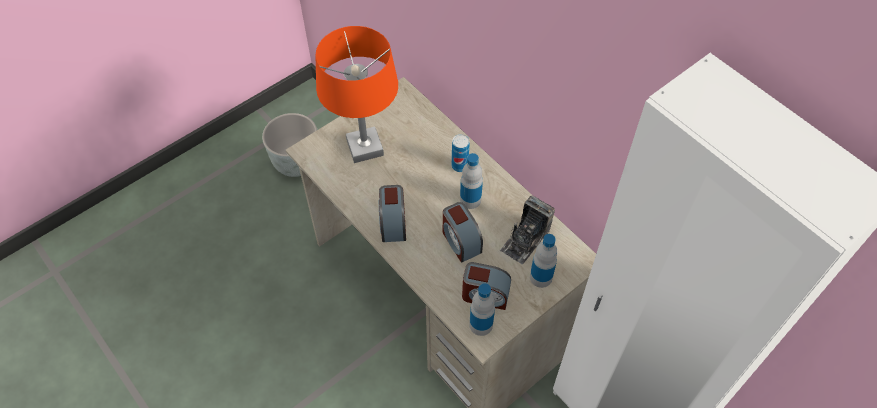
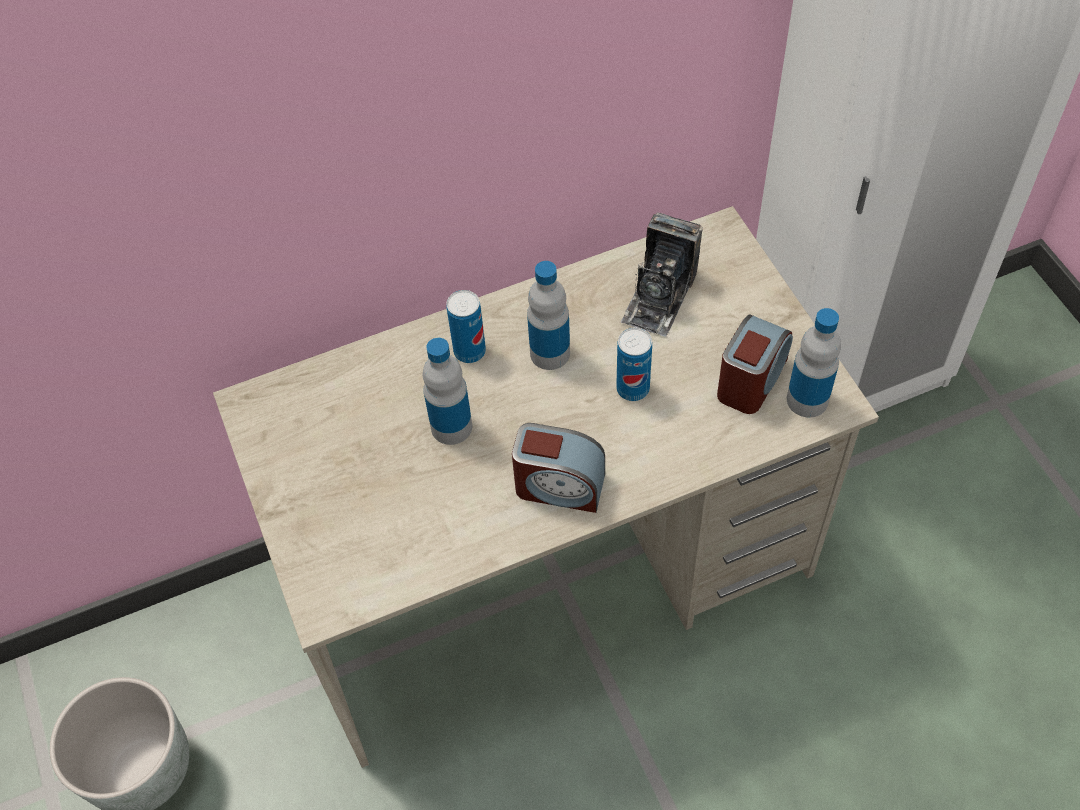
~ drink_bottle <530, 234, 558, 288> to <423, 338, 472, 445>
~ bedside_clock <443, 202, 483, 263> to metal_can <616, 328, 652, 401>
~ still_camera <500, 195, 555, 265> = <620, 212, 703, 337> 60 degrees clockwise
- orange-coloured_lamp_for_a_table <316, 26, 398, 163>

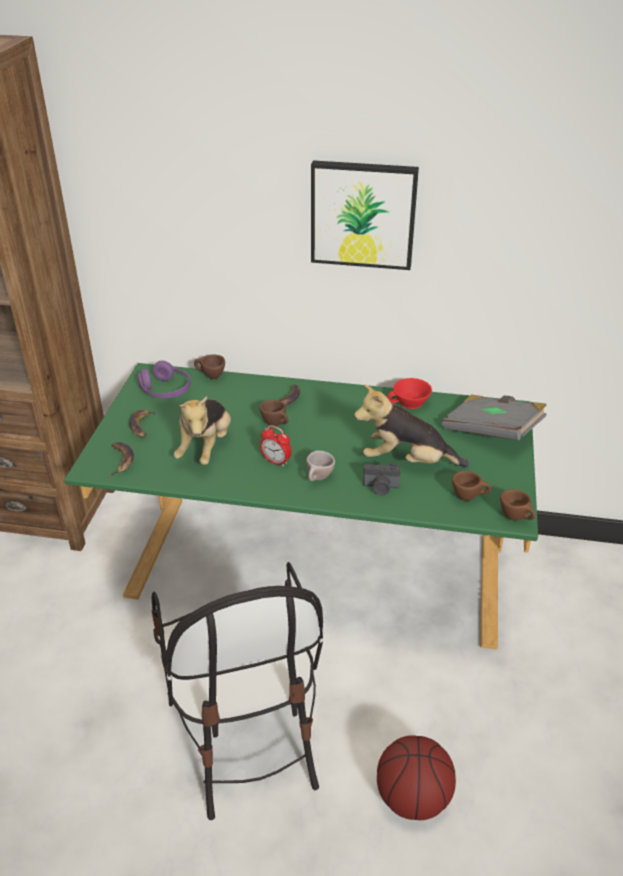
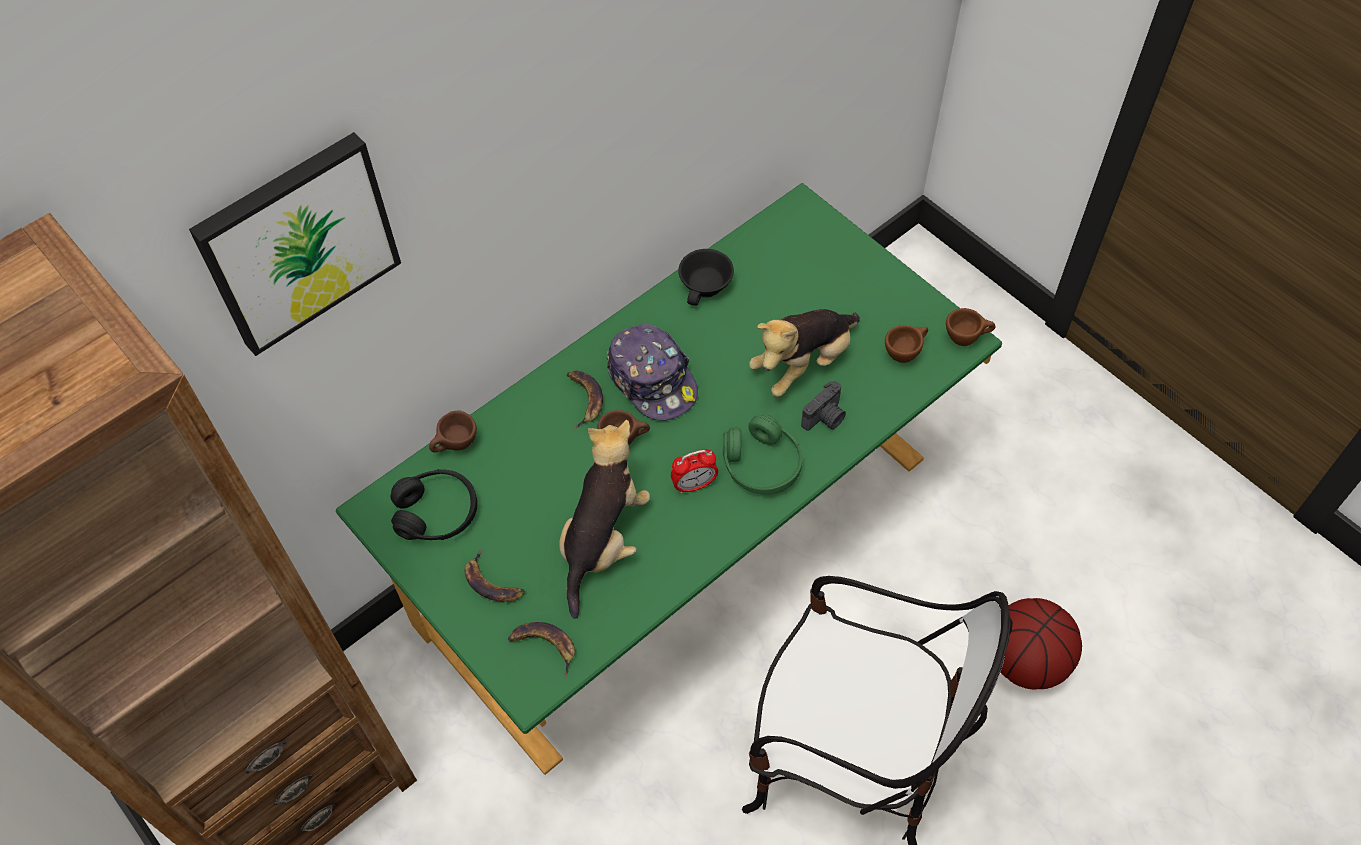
~ picture <311, 160, 419, 270> to <189, 132, 401, 356>
~ purple-coloured_headphones <138, 361, 190, 398> to black-coloured_headphones <390, 469, 477, 540>
~ plush_toy <174, 396, 231, 465> = <559, 420, 650, 619> 120 degrees counterclockwise
+ peaked_cap <606, 324, 698, 421>
~ reddish_small_cup <387, 378, 432, 409> to black-coloured_small_cup <678, 249, 734, 306>
~ beige_small_cup <306, 451, 335, 481> to greenish_headphones <723, 415, 803, 495>
- greyish_volume <442, 394, 547, 440>

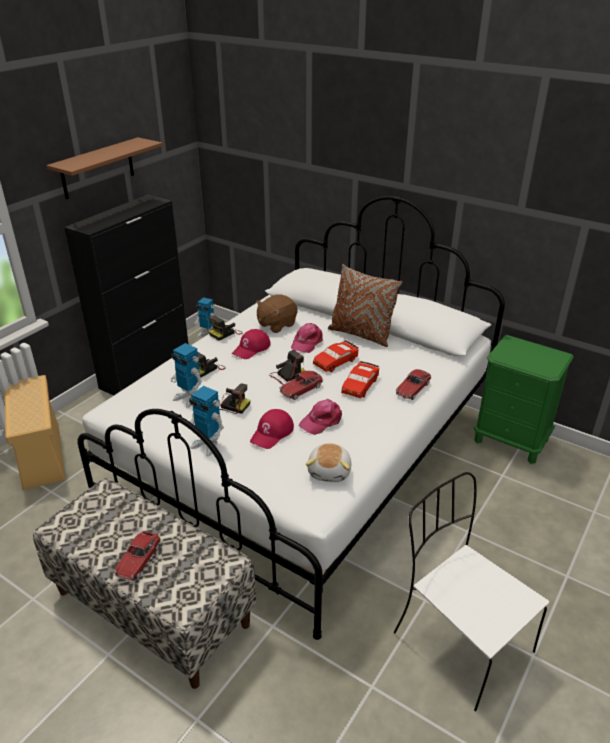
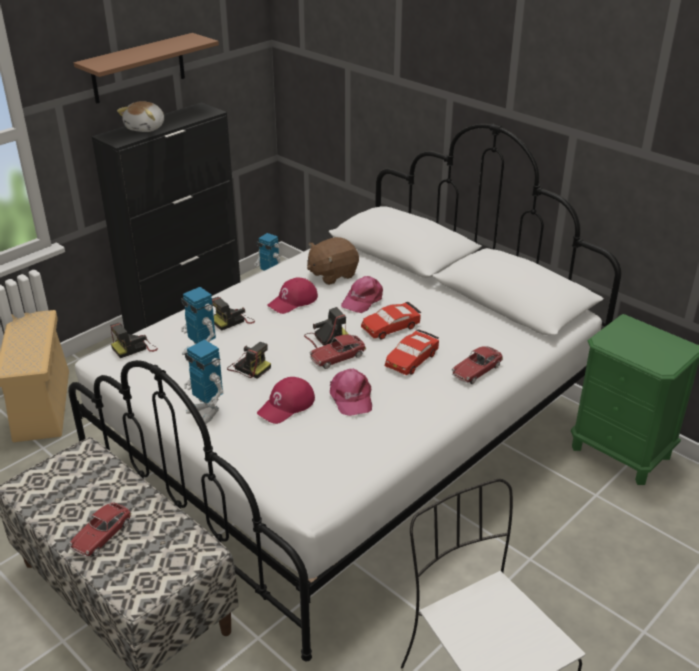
~ still_camera <209, 315, 243, 340> to <110, 323, 158, 358>
~ plush_toy <306, 443, 352, 482> to <117, 101, 164, 132>
~ pink_peaked_cap <299, 399, 342, 435> = <330, 369, 372, 416> 75 degrees counterclockwise
- brown_pillow <328, 264, 402, 347>

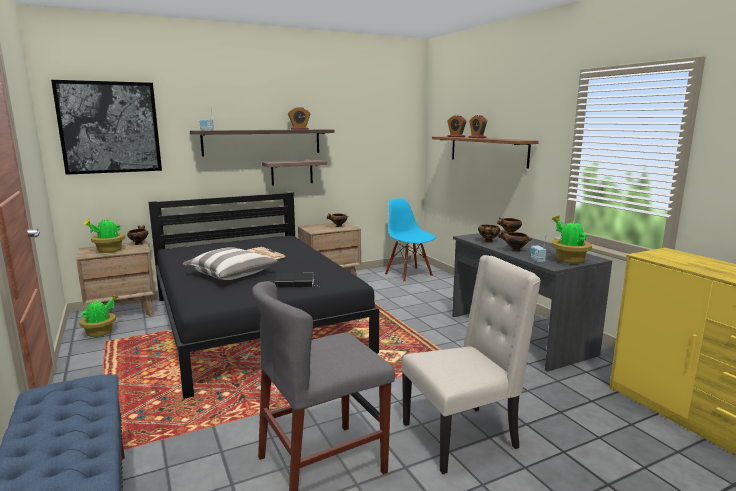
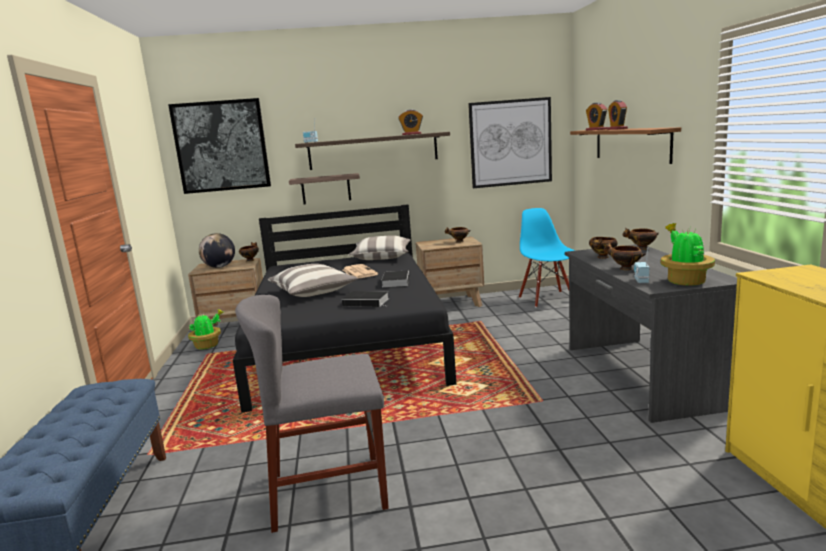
~ plant_in_a_pot <83, 218, 125, 253> to globe <199, 233, 235, 268>
~ shelf <262, 160, 327, 186> to <289, 173, 360, 204>
+ pillow <348, 235, 410, 260>
+ volume <381, 270, 410, 287>
+ picture <468, 97, 552, 188>
- beige_chair <401, 255, 541, 474>

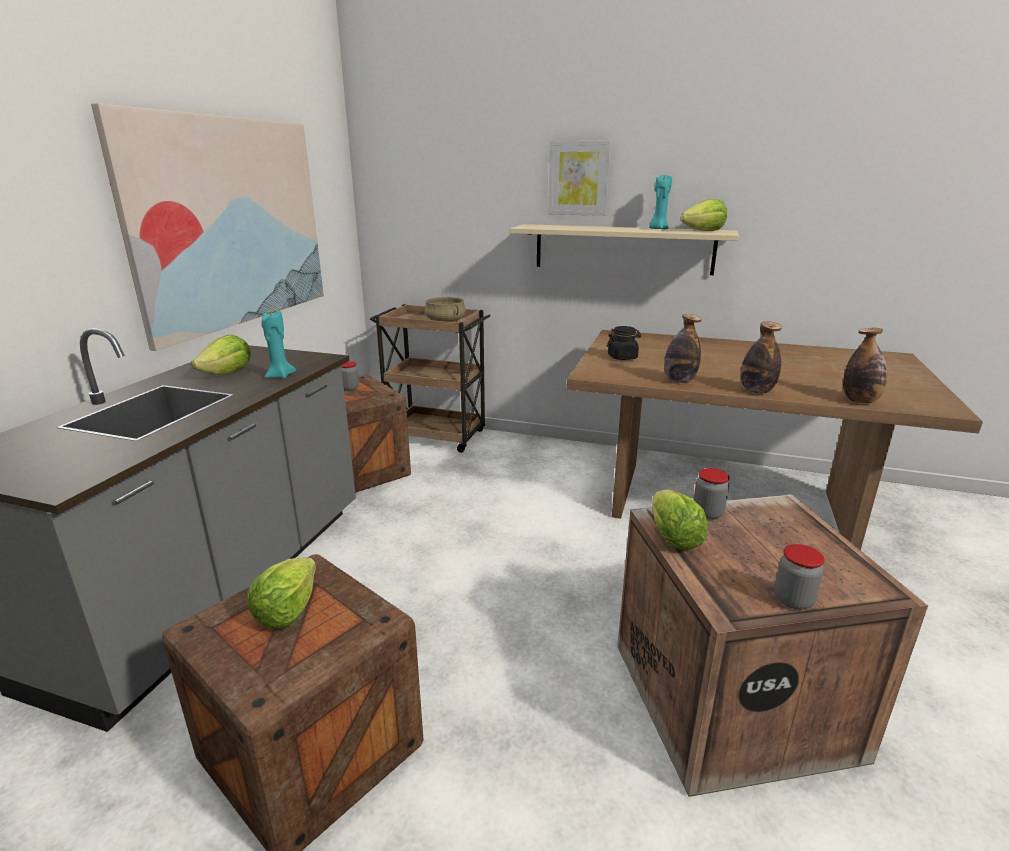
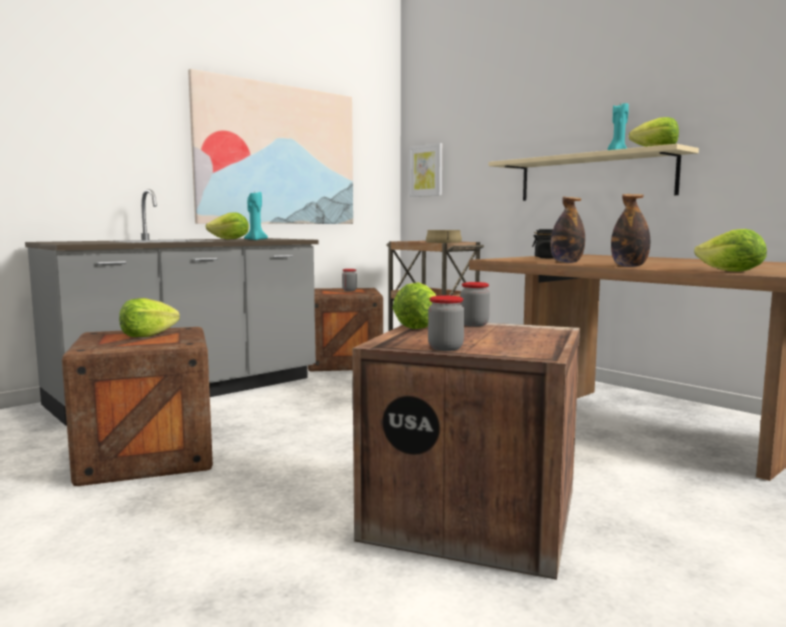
~ picture <548, 140, 611, 216> to <409, 143, 442, 197>
~ drink_bottle <843, 328, 887, 403> to lettuce_head <694, 229, 767, 271>

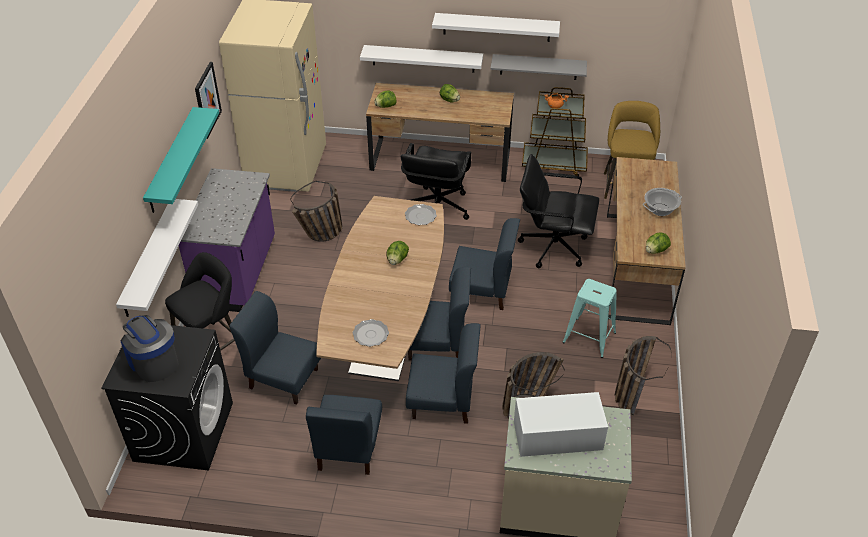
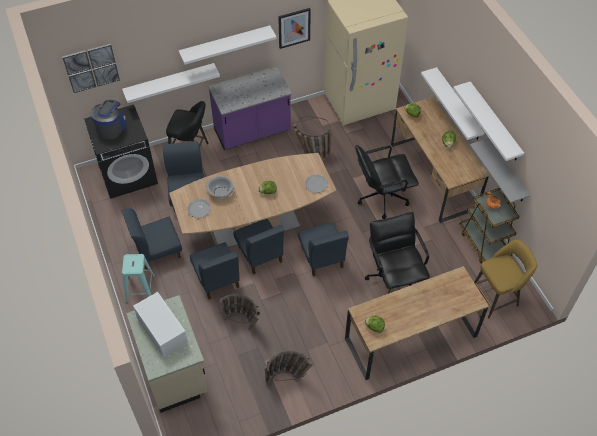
+ picture <62, 44, 120, 93>
~ blue-green_sitting_stool <562, 279, 617, 358> to <122, 254, 156, 303>
~ blue-green_shelf <143, 107, 219, 213> to white_shelf <179, 25, 277, 65>
~ saucepot <643, 188, 682, 216> to <205, 176, 235, 198>

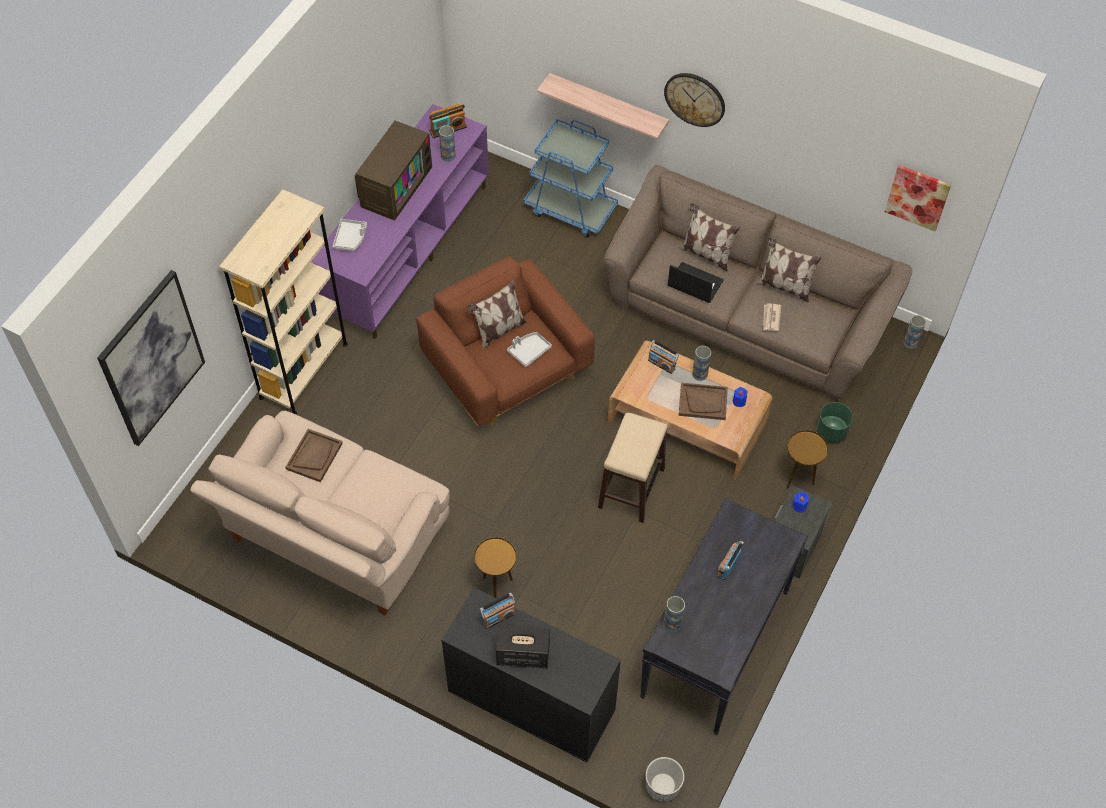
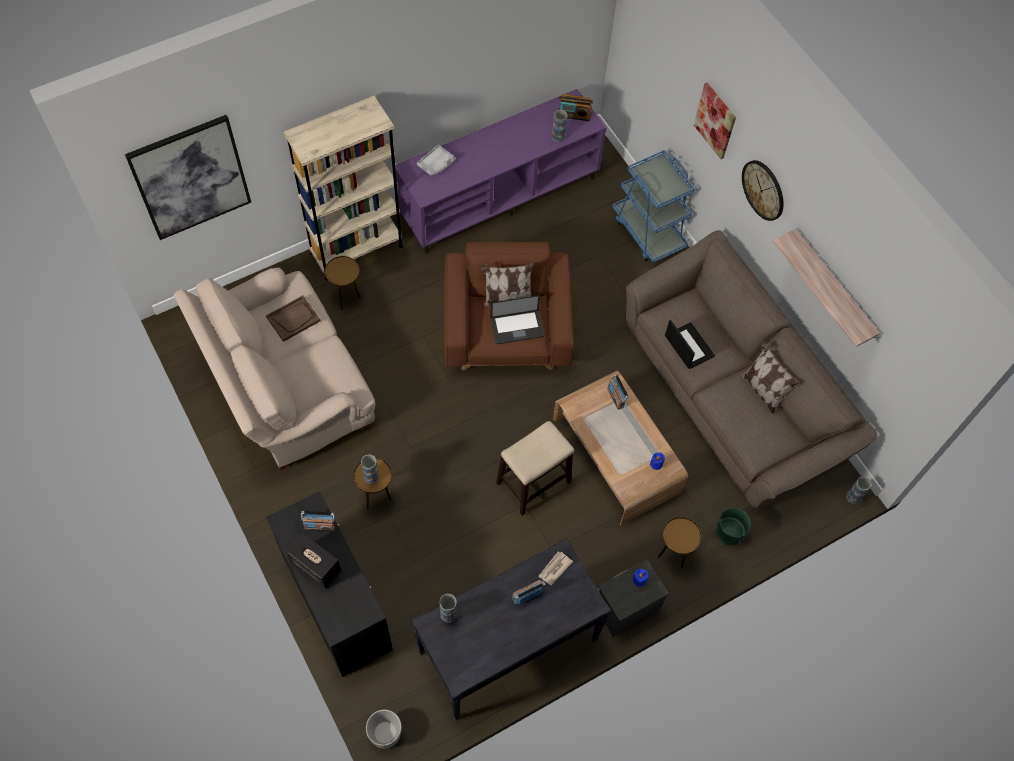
+ brown_end_table <325, 256, 361, 311>
~ decorative_vase <692, 346, 711, 381> to <361, 454, 379, 484>
~ greyish_serving_tray <507, 332, 552, 367> to portable_computer <490, 295, 544, 344>
~ printed_paper <763, 303, 781, 331> to <538, 552, 573, 585>
~ picture <885, 165, 951, 231> to <694, 83, 736, 159>
~ shelf <537, 73, 669, 139> to <773, 229, 880, 347>
- TV <355, 121, 432, 221>
- pillow <679, 203, 740, 272>
- brown_serving_tray <679, 382, 728, 420>

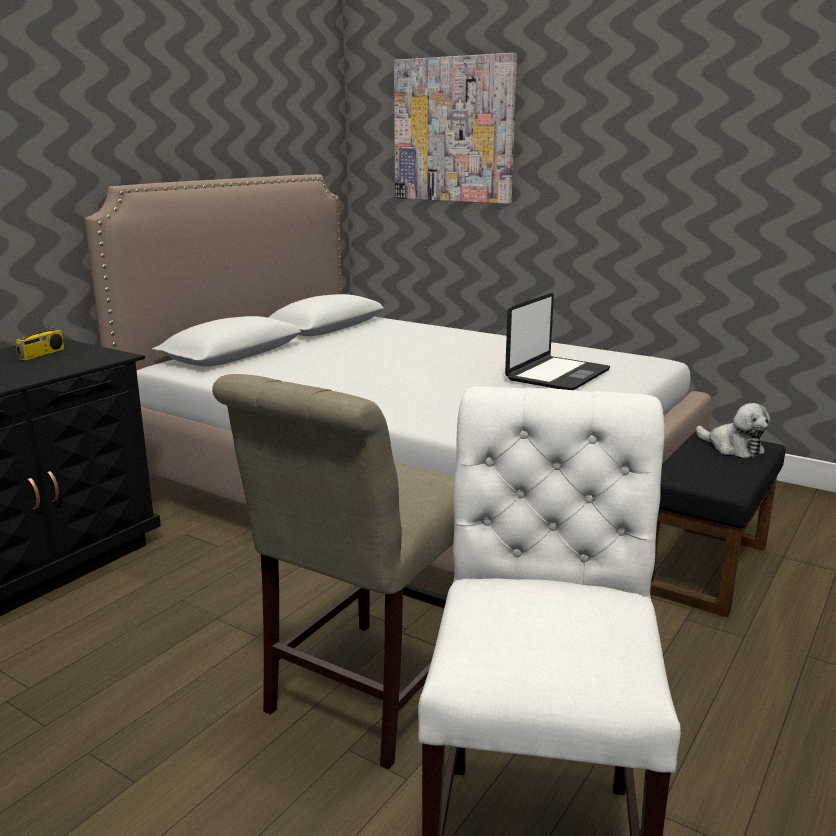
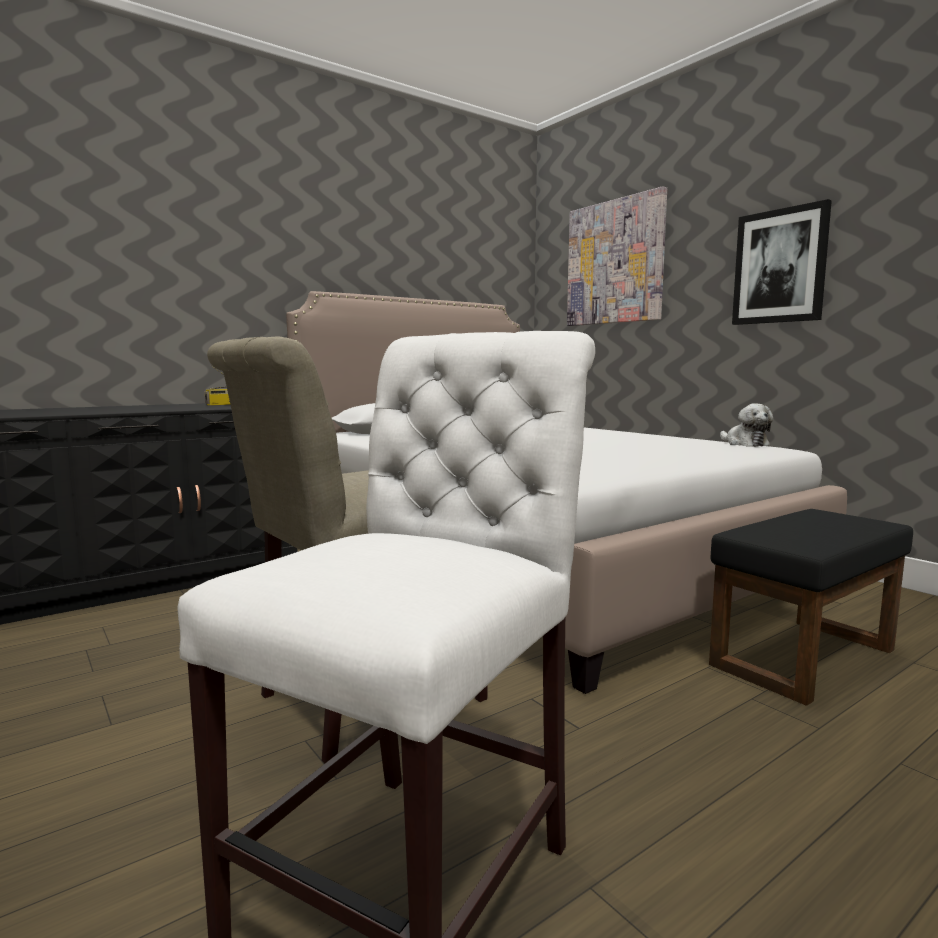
~ plush_toy <696, 403, 770, 458> to <720, 403, 773, 447>
+ picture <732, 199, 832, 325>
- portable_computer <505, 293, 610, 390>

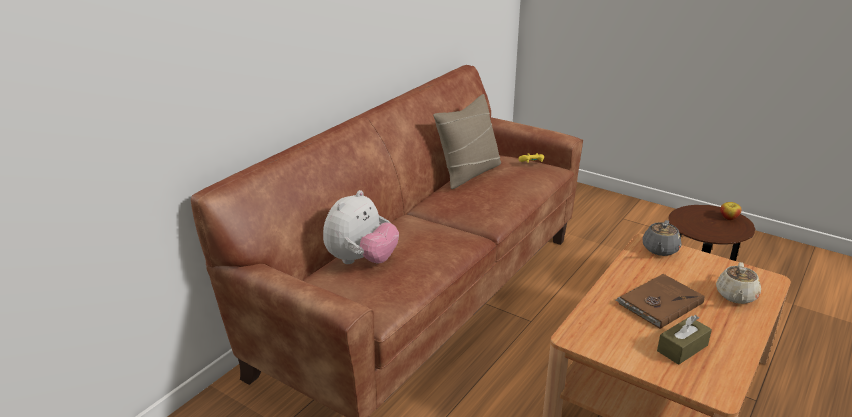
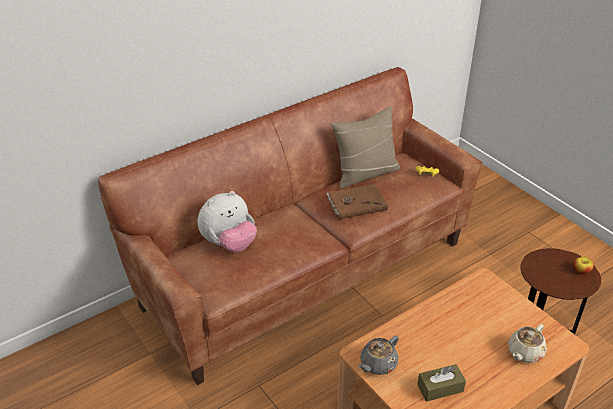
~ brown_volume <616, 274, 705, 329> to <327, 184, 388, 219>
~ greyish_teapot <642, 220, 681, 256> to <358, 335, 399, 375>

